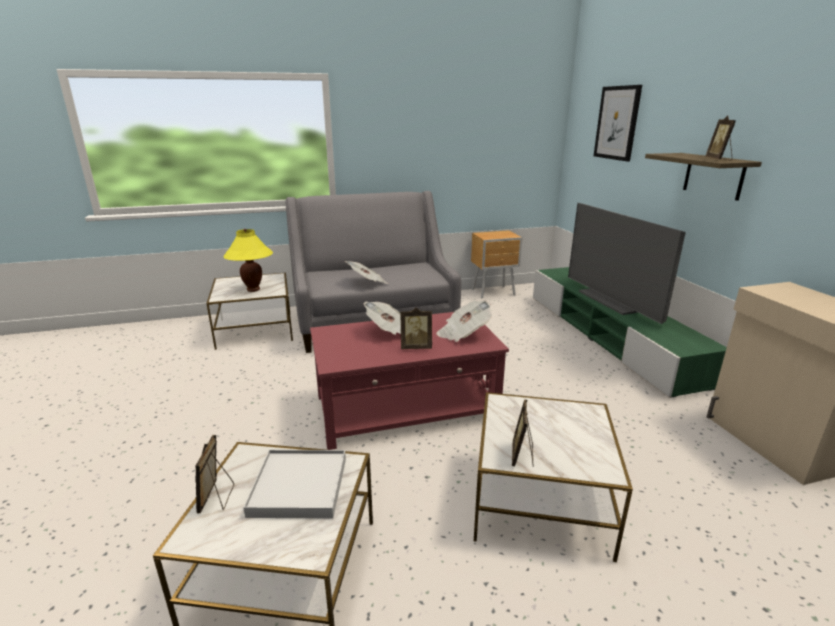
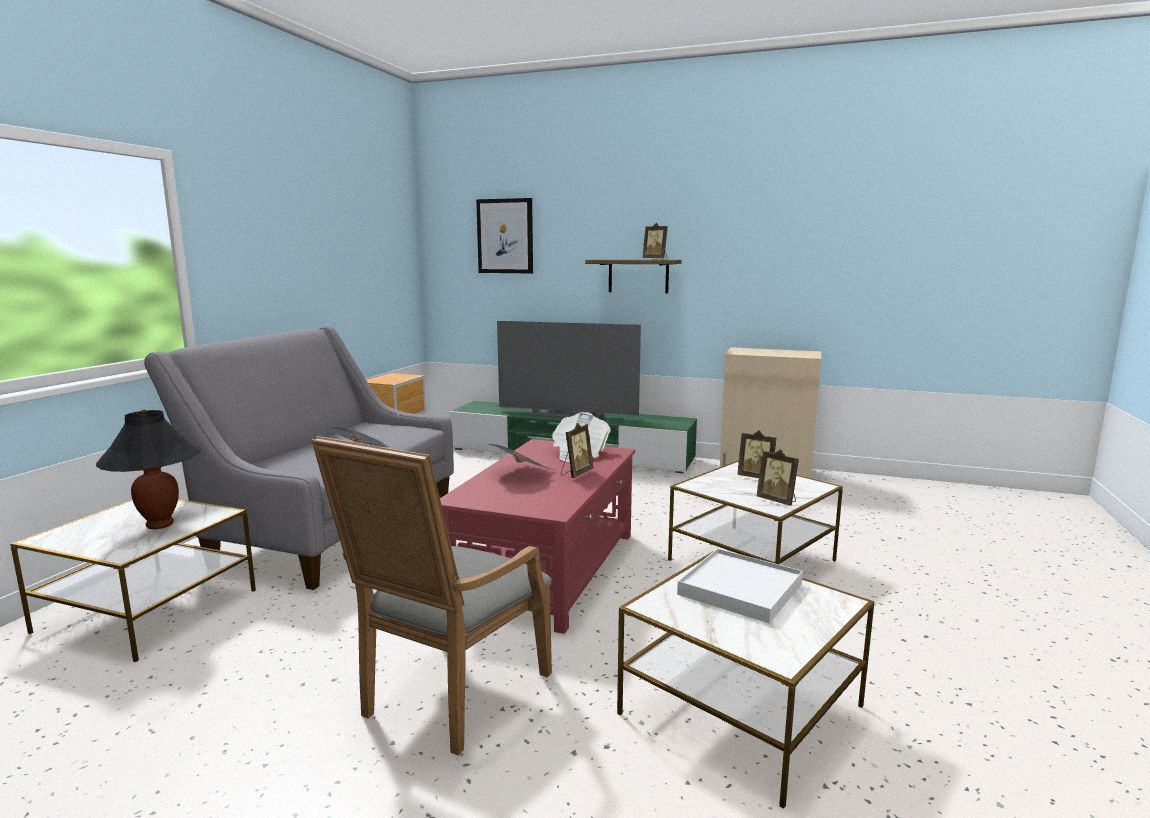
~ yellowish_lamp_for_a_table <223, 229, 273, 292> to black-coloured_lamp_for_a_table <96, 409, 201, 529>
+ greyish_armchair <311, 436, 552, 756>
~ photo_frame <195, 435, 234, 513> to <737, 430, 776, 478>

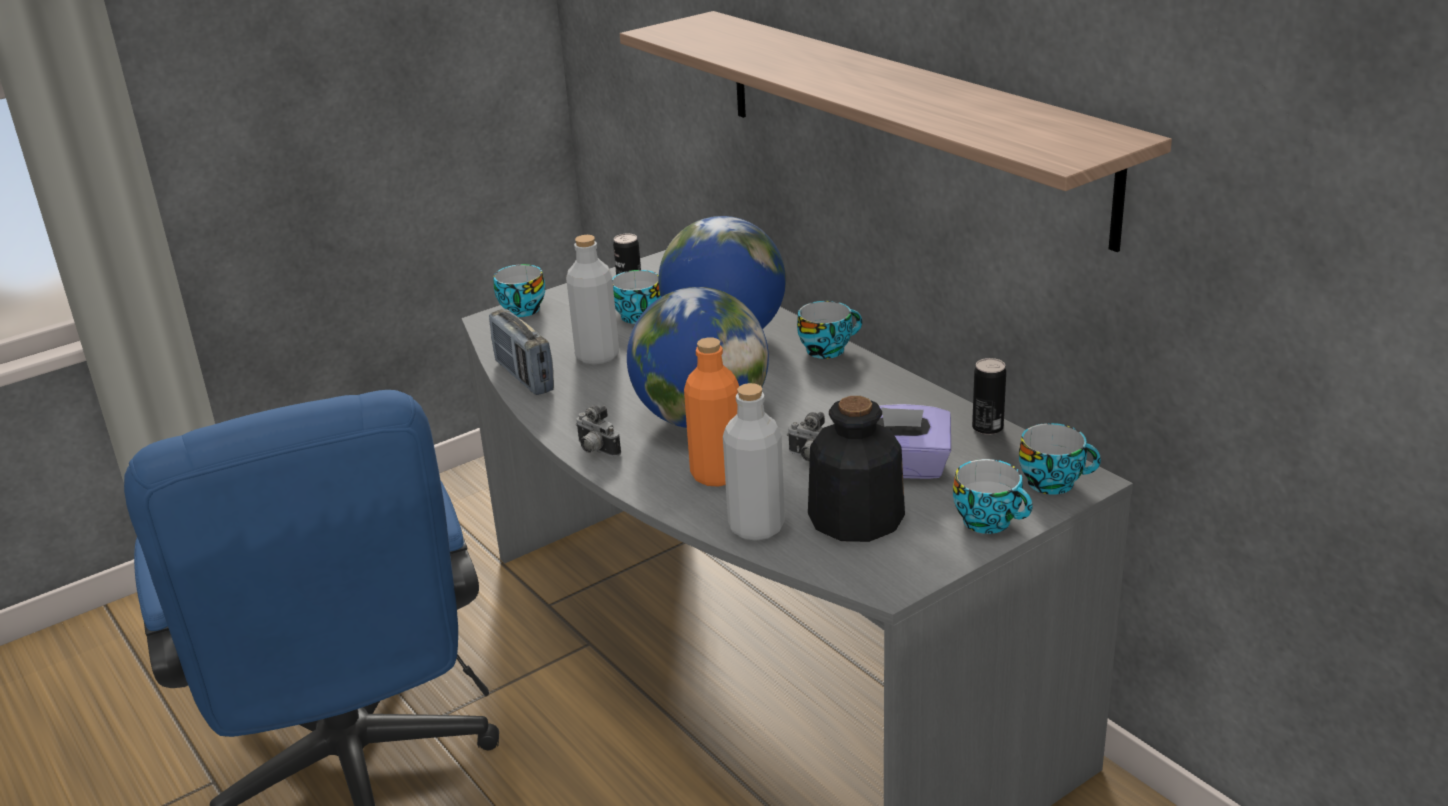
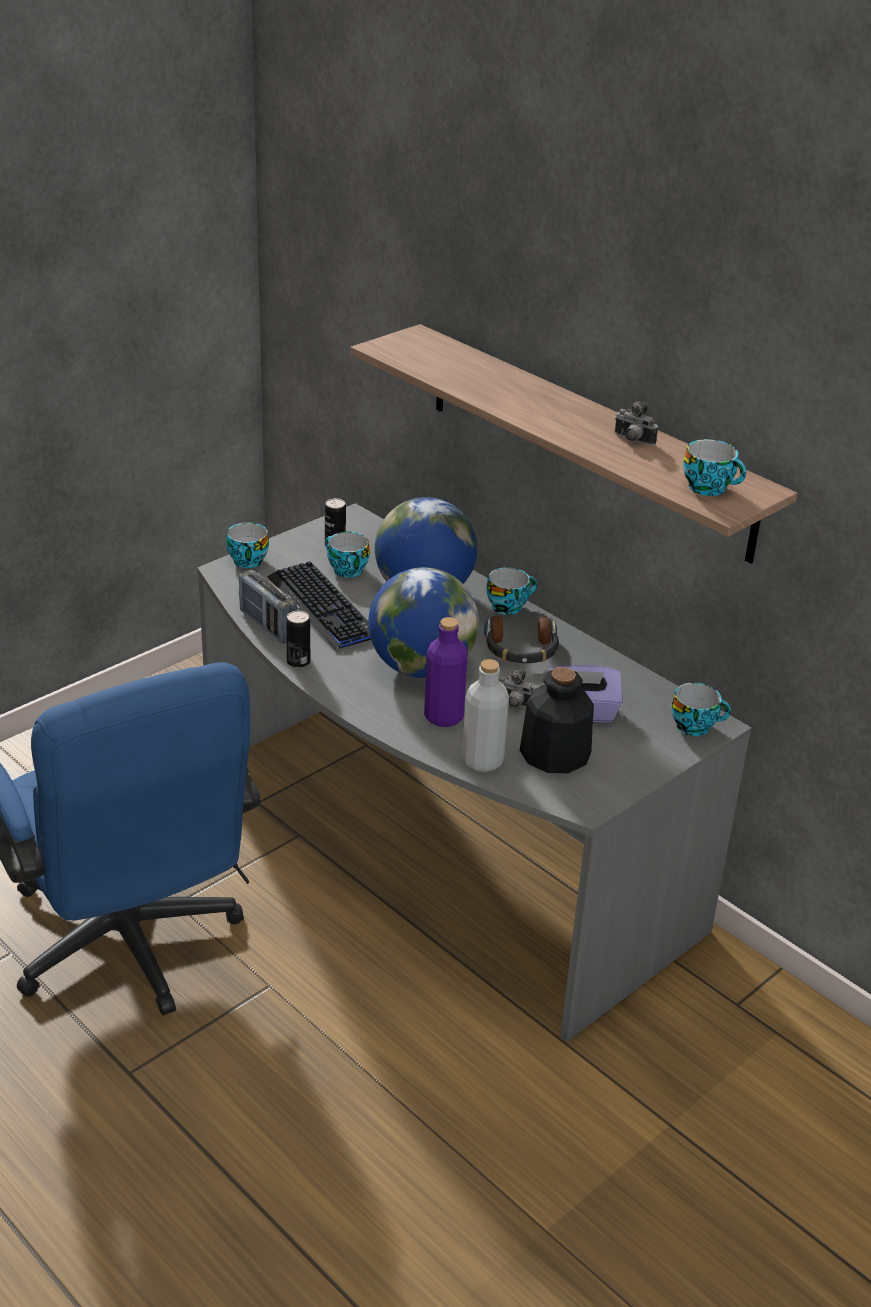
~ greyish_drink_bottle <566, 235, 619, 364> to keyboard <267, 561, 371, 648>
~ metal_can <972, 358, 1006, 435> to <286, 611, 310, 668>
~ orange-coloured_drink_bottle <684, 337, 739, 487> to purple-coloured_drink_bottle <424, 617, 468, 727>
+ headphones <484, 616, 559, 663>
~ still_camera <576, 405, 621, 457> to <615, 401, 658, 445>
~ small_cup <953, 459, 1033, 534> to <683, 439, 746, 496>

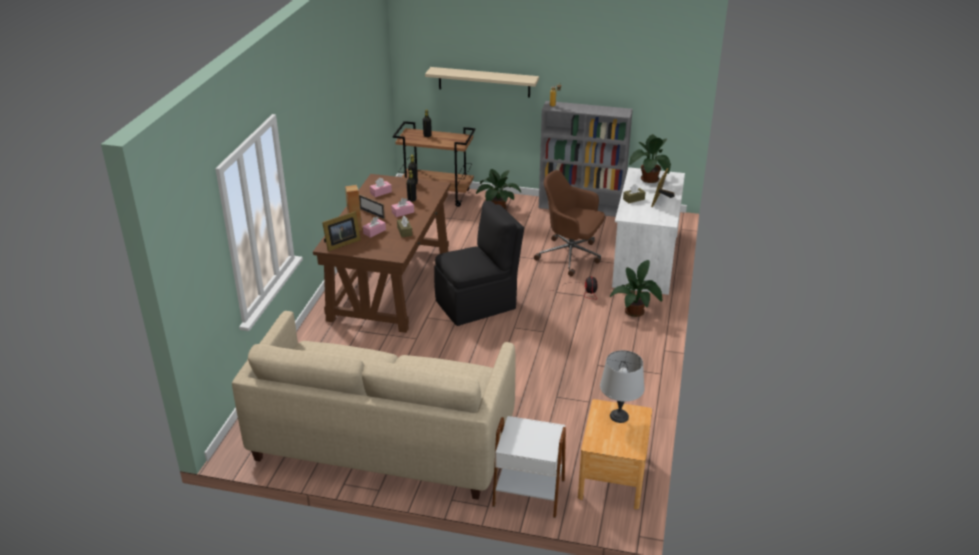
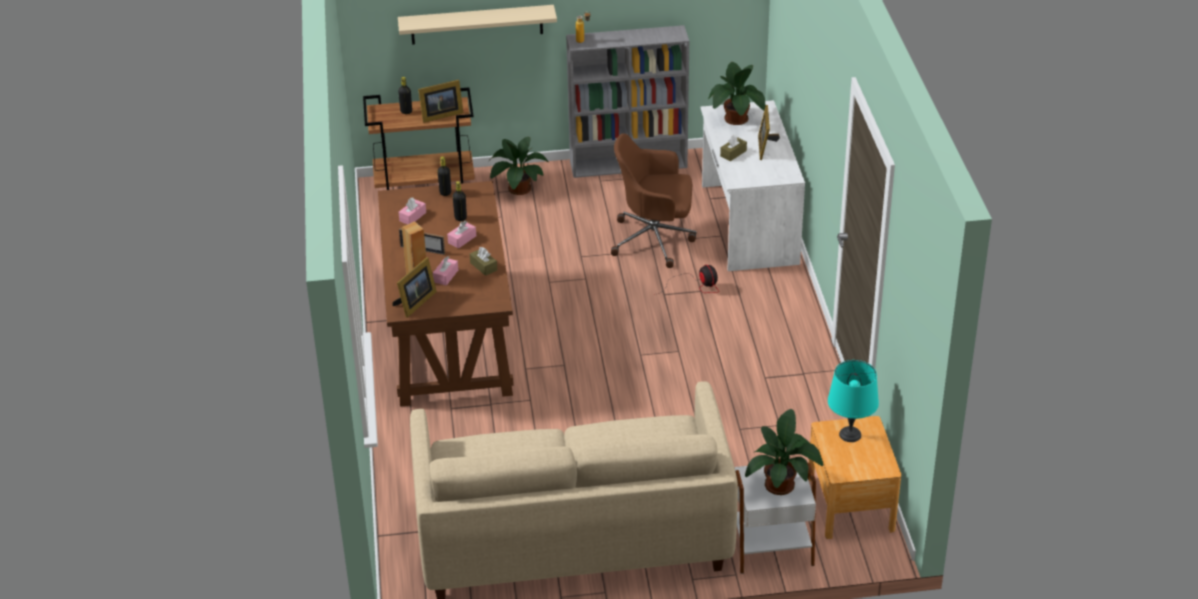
+ photo_frame <418, 80, 463, 123>
~ plant_in_a_pot <610, 260, 662, 317> to <745, 409, 823, 495>
~ greyish_lamp_for_a_table <600, 350, 645, 423> to blue-green_lamp_for_a_table <828, 360, 879, 442>
- black-coloured_chair <434, 200, 524, 326>

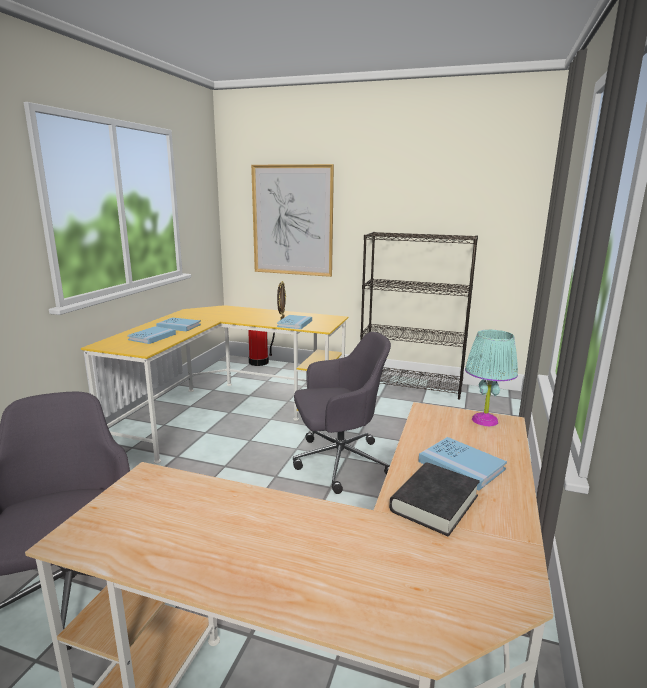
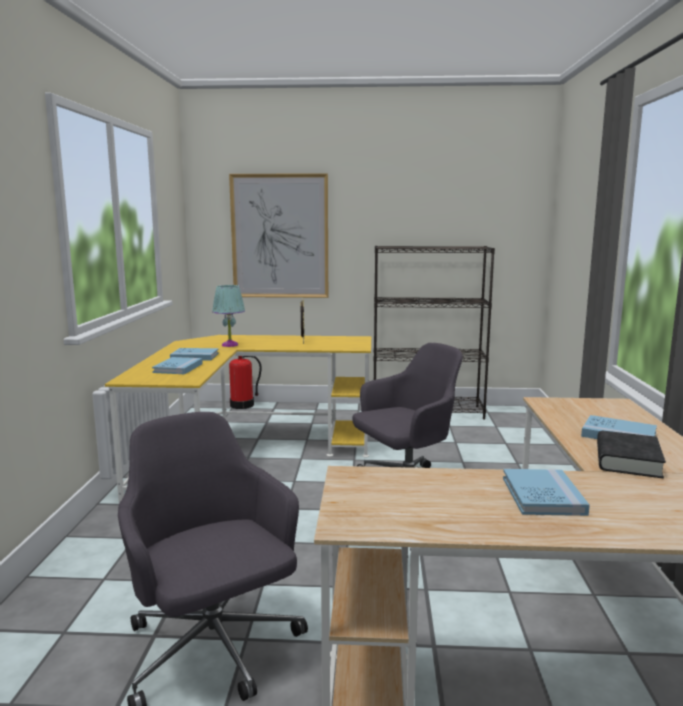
~ blue-green_lamp_for_a_table <465, 330, 518, 426> to <212, 285, 245, 347>
~ blue-coloured_volume <277, 315, 312, 329> to <503, 469, 590, 516>

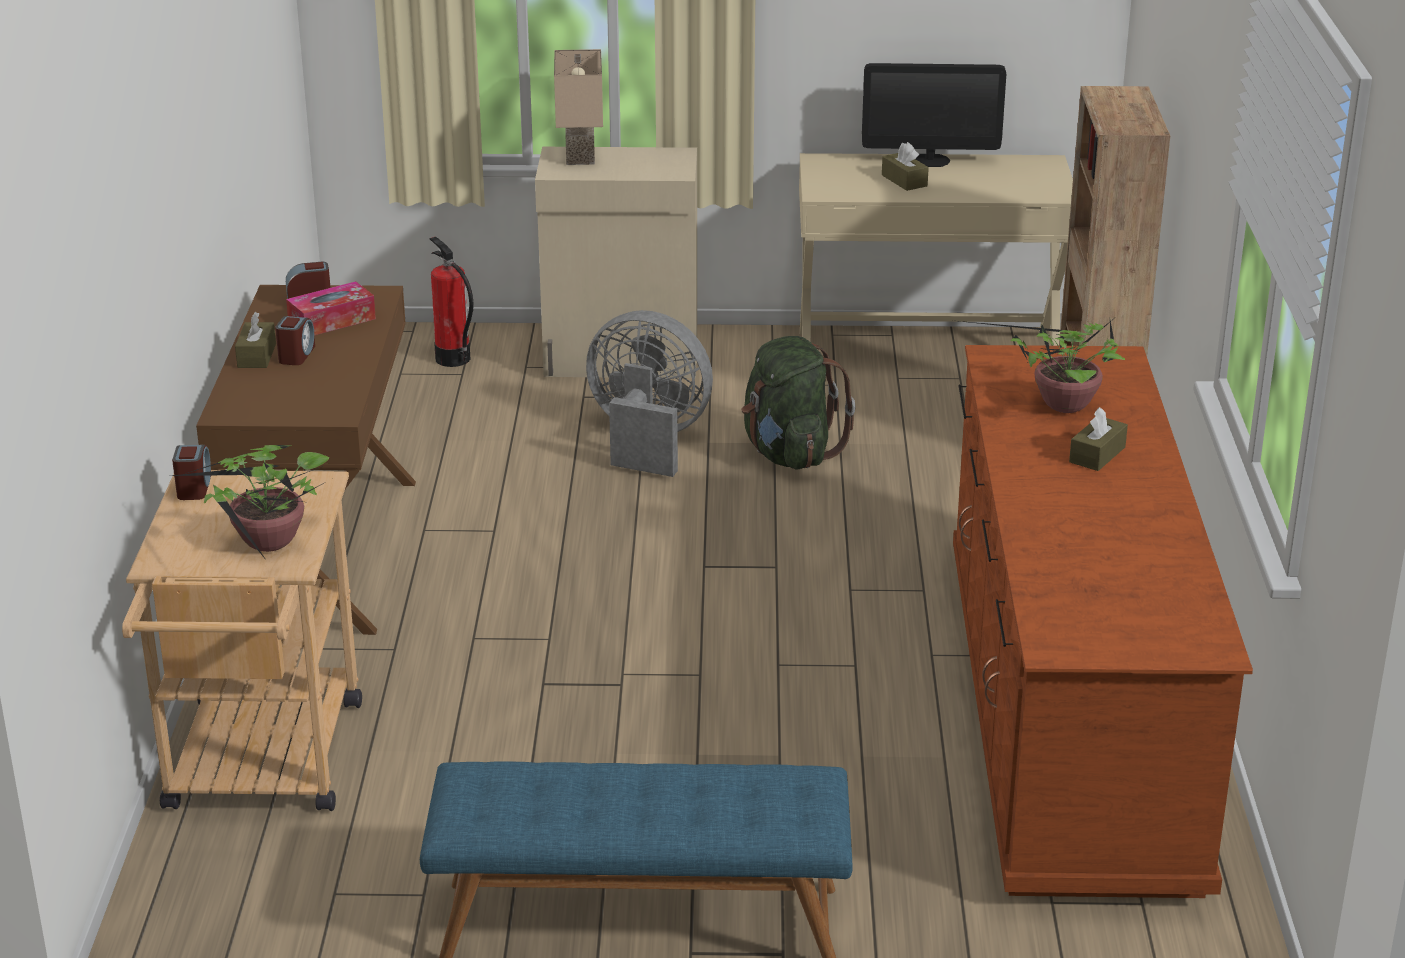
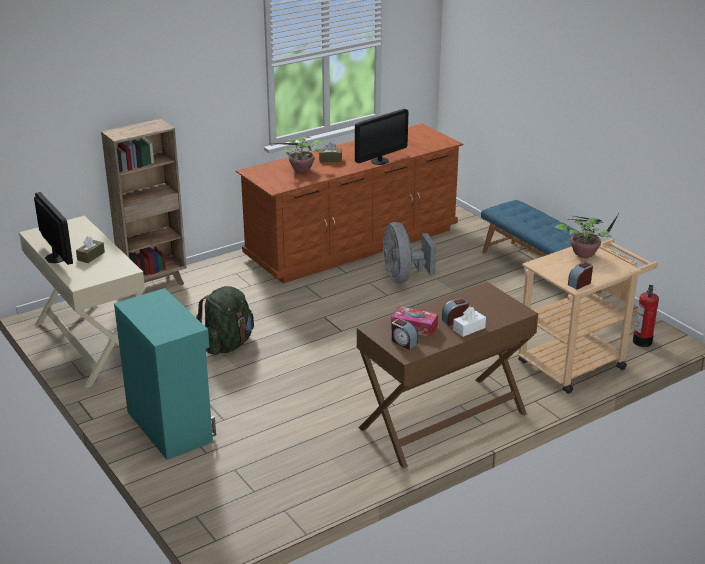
~ beige_cabinet <535, 147, 697, 378> to blue-green_cabinet <114, 288, 216, 460>
+ monitor <355, 109, 408, 165>
~ greyish_fan <586, 310, 713, 477> to <383, 222, 437, 283>
~ brown_tissue_box <235, 312, 276, 368> to white_tissue_box <453, 307, 486, 337>
~ extinguisher <429, 237, 474, 367> to <633, 285, 659, 347>
- beige_lamp_for_a_table <554, 49, 603, 165>

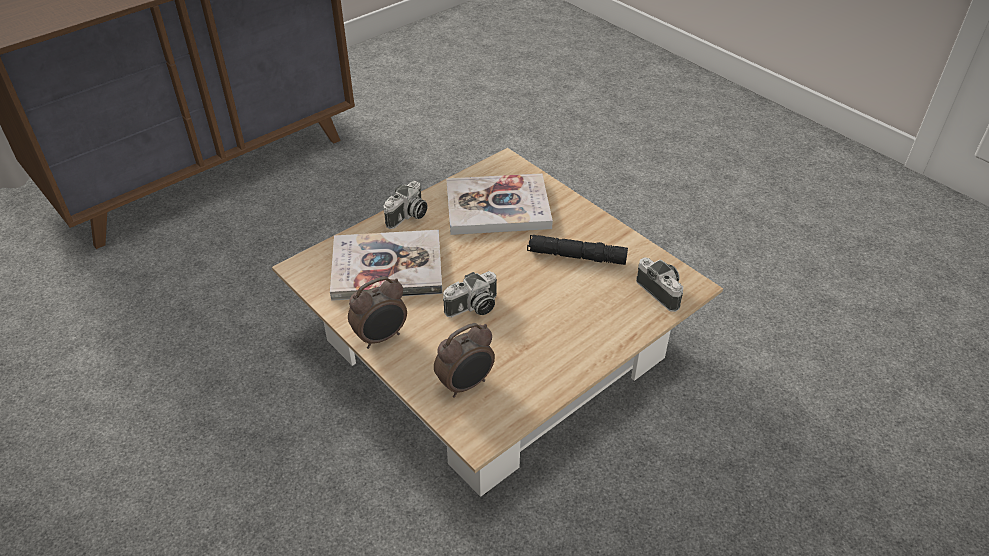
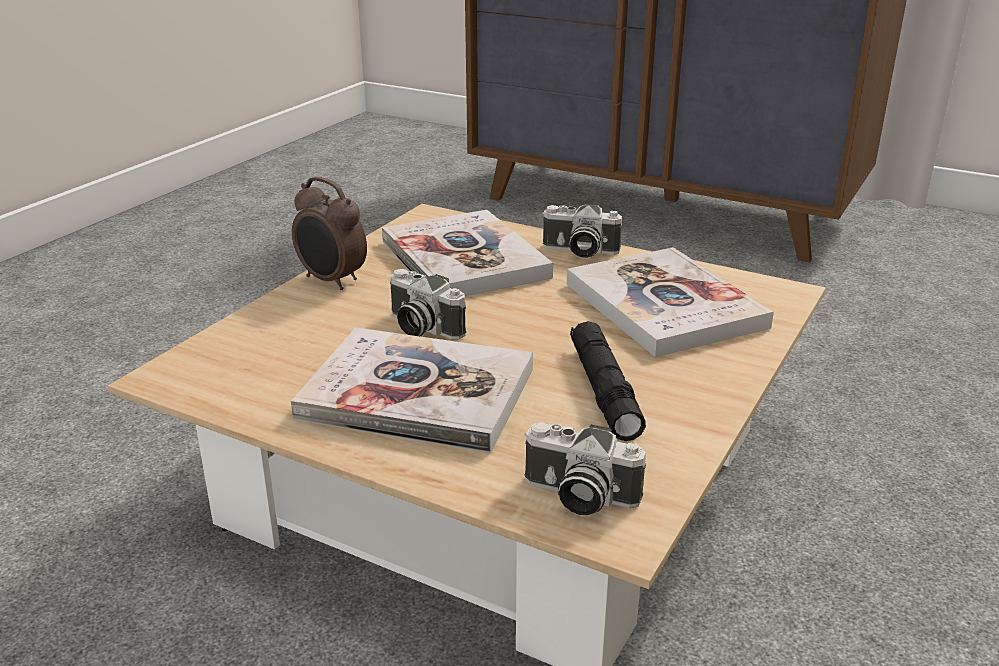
+ volume <291, 327, 533, 453>
~ still_camera <636, 258, 683, 312> = <524, 422, 646, 515> 75 degrees clockwise
- bedside_clock <434, 323, 495, 398>

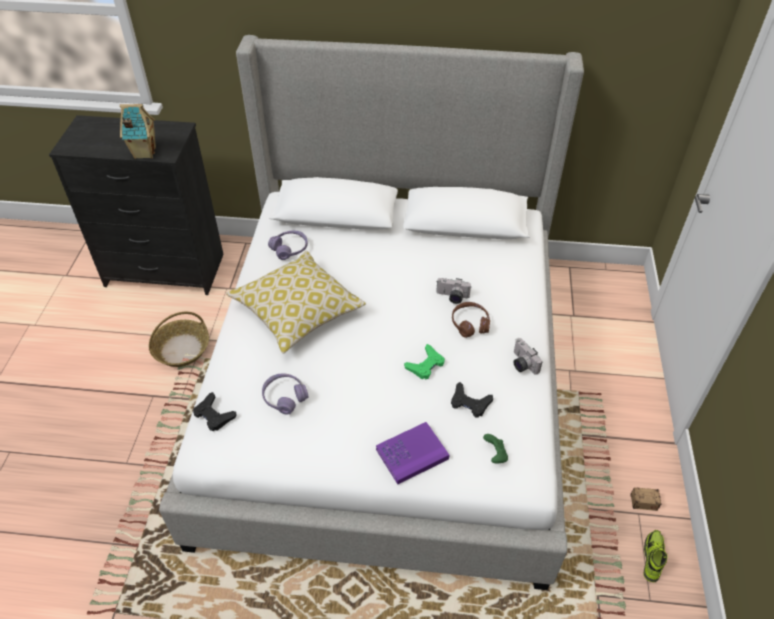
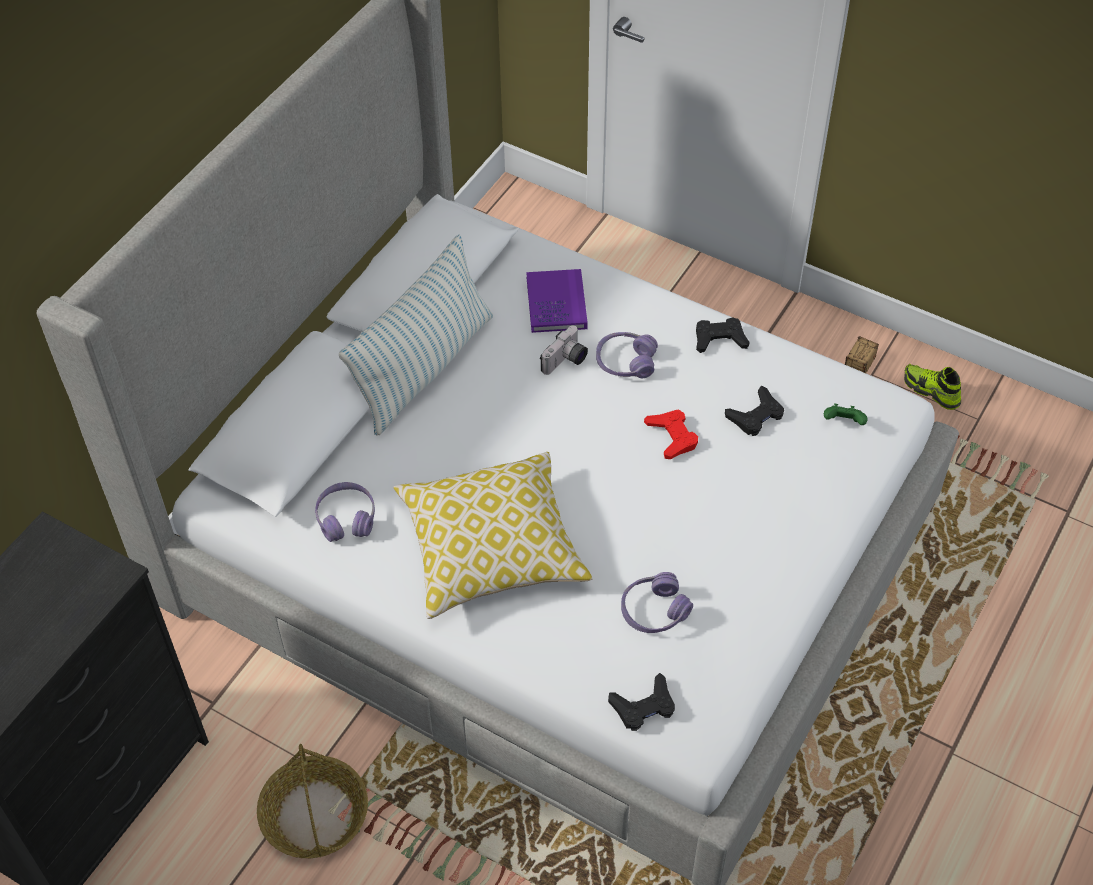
+ pillow <339, 235, 493, 436>
~ purple-coloured_volume <376, 422, 449, 484> to <526, 269, 588, 333>
~ brown_headphones <452, 302, 490, 338> to purple-coloured_headphones <596, 332, 658, 378>
~ greenish_gamepad <404, 344, 445, 380> to reddish_gamepad <644, 410, 698, 459>
~ still_camera <514, 338, 542, 375> to black-coloured_gamepad <696, 317, 749, 353>
- toy_house <120, 104, 156, 159>

